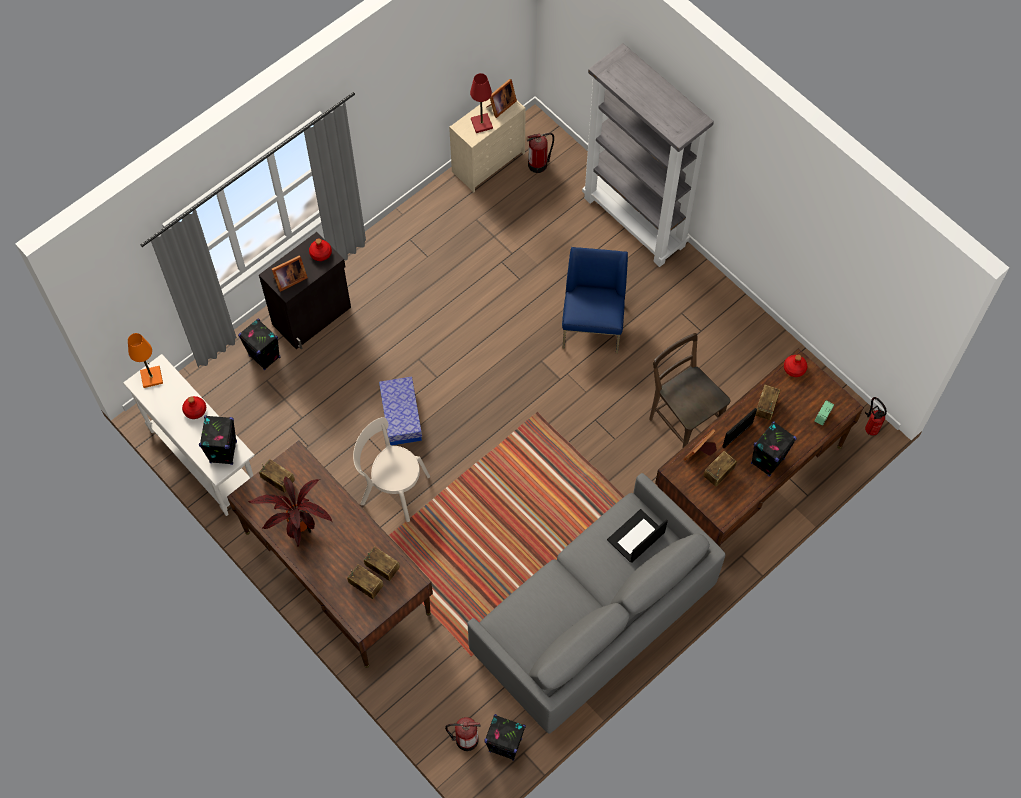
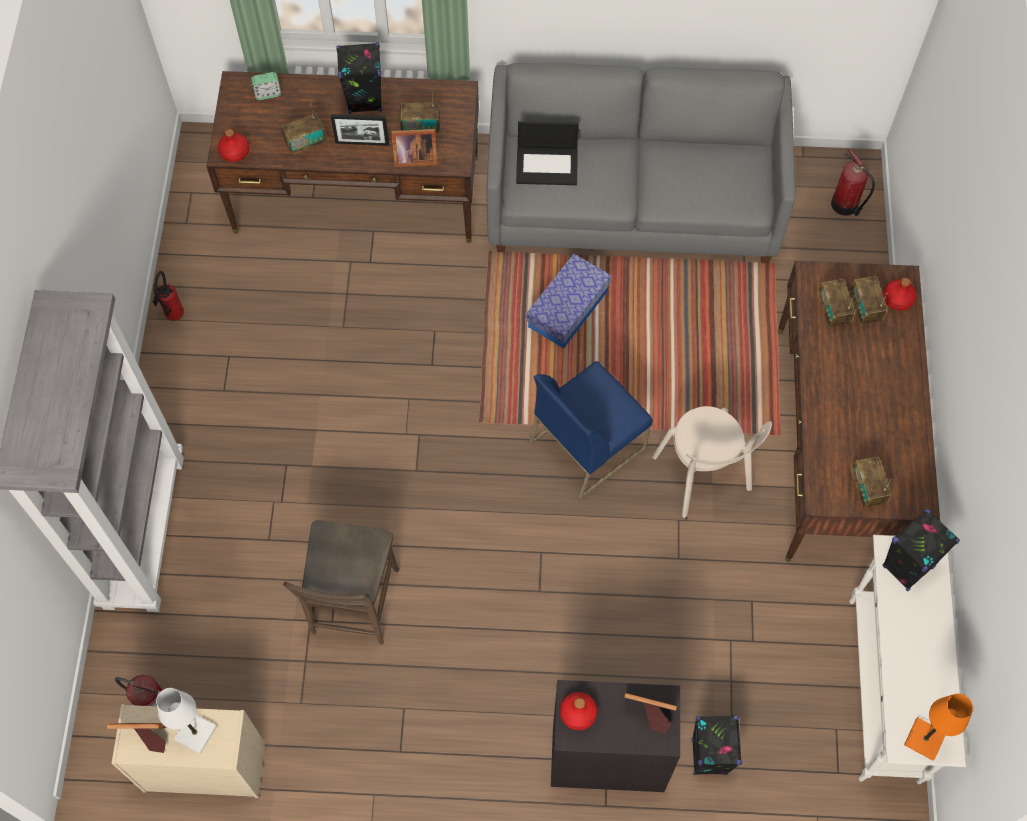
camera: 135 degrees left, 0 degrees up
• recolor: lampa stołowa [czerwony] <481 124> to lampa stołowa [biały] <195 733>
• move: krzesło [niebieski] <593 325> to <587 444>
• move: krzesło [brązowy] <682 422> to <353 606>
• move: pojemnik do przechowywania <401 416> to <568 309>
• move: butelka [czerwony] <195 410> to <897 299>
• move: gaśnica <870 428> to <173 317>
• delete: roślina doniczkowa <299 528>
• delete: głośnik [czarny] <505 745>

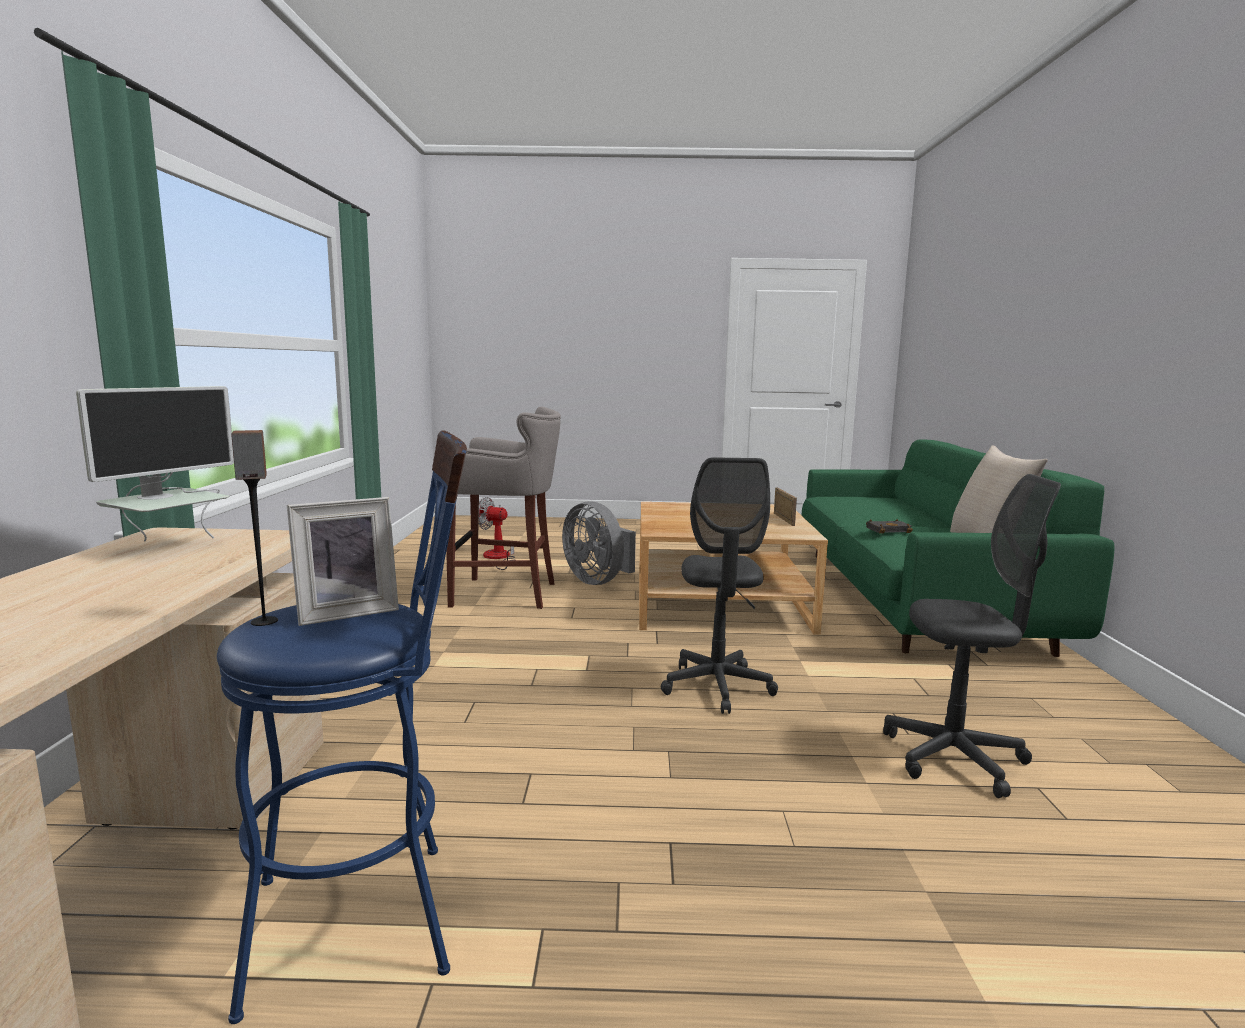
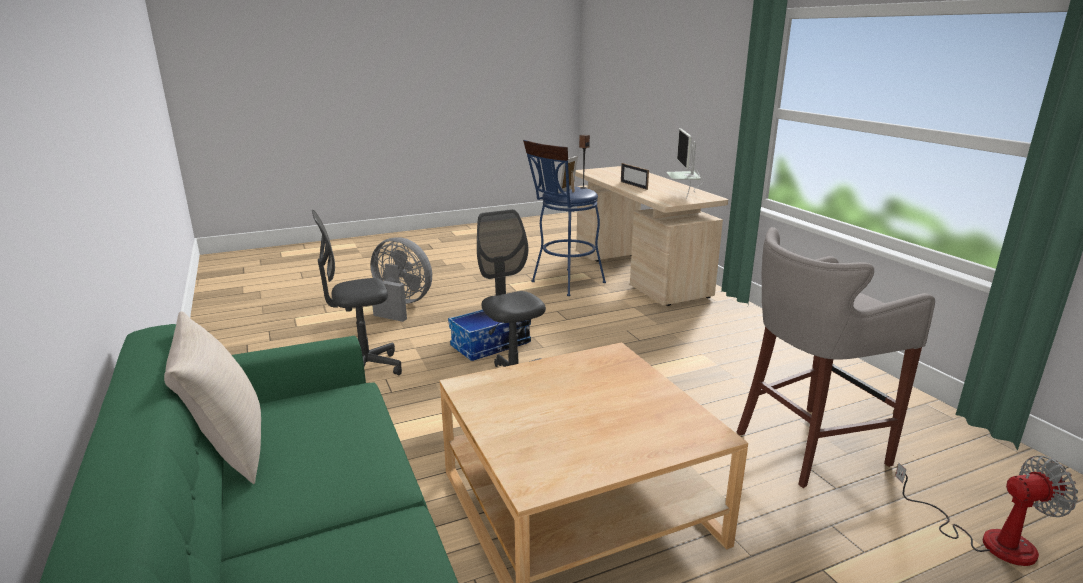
camera: 155 degrees right, 10 degrees up
• move: ramka na zdjęcie <783 519> to <633 185>
• move: wentylator [szary] <598 580> to <400 306>
• delete: książka [czarny] <888 530>
• insert: pojemnik do przechowywania <491 345>

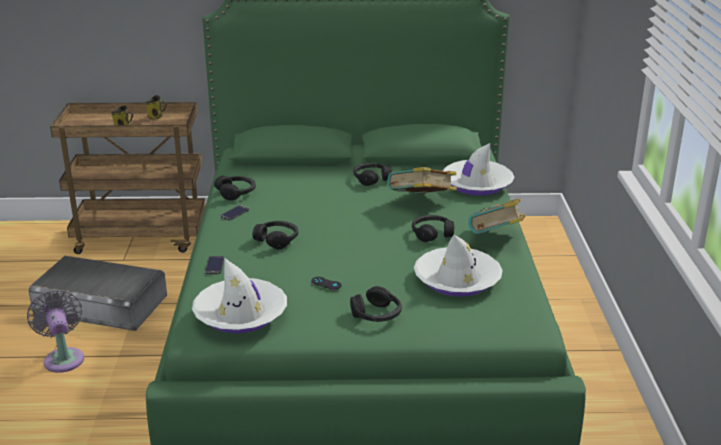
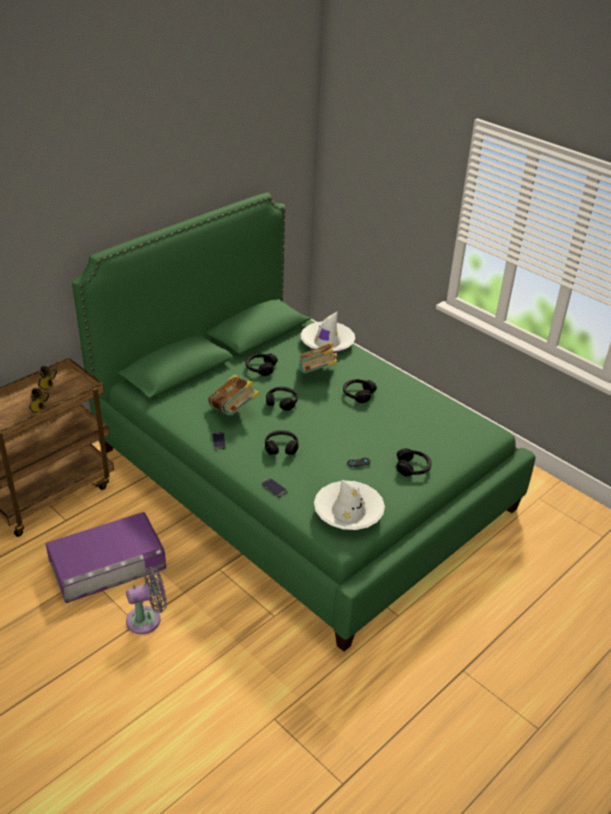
camera: 45 degrees left, 10 degrees up
• move: słuchawki [czarny] <236 193> to <282 402>
• move: książka <496 239> to <234 411>
• delete: kapelusz [biały] <457 279>
• recolor: pojemnik do przechowywania [szary] <100 304> to pojemnik do przechowywania [fioletowy] <107 564>
• rotate: wentylator [szary] <63 358> = <147 619> 135 degrees clockwise

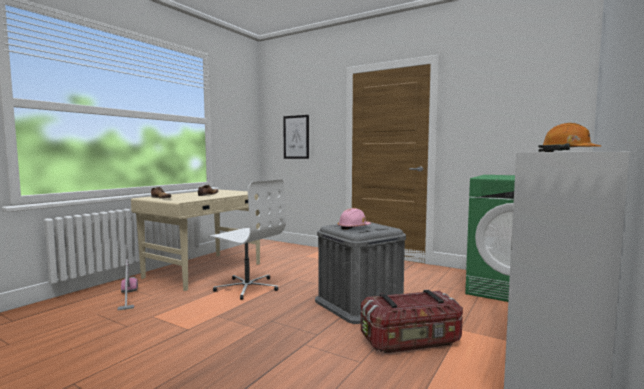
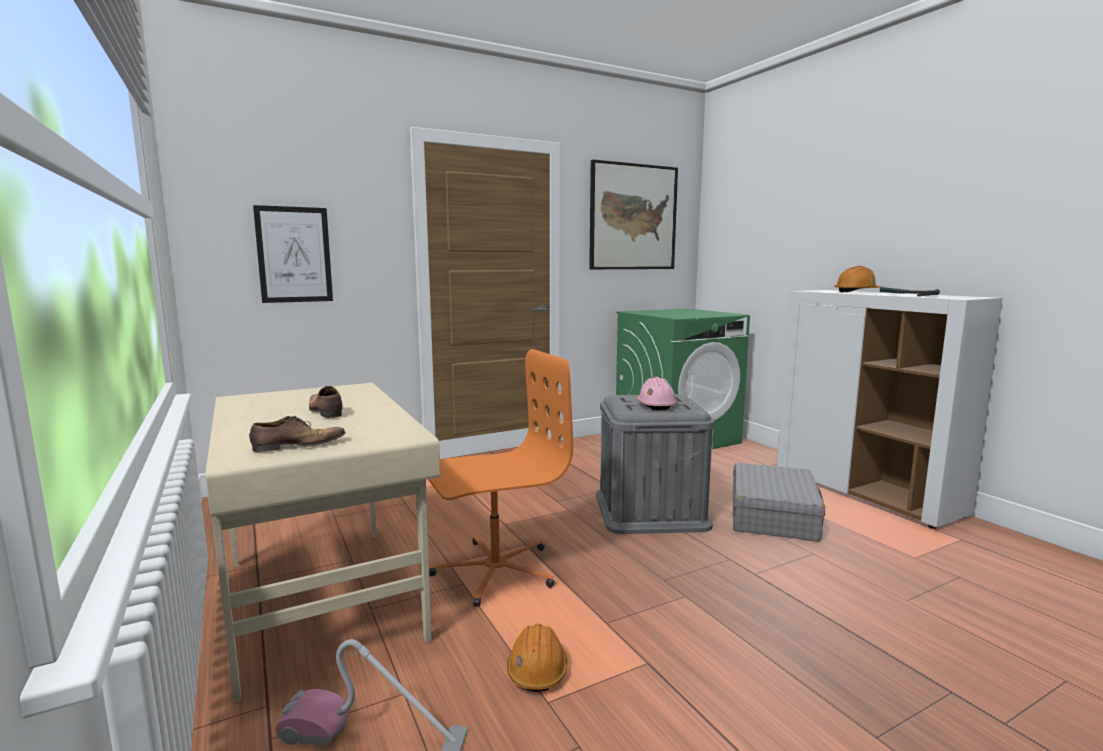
camera: 60 degrees left, 5 degrees up
• recolor: krzesło biurowe [biały] <247 287> to krzesło biurowe [pomarańczowy] <494 570>
• replace: pojemnik do przechowywania <411 341> to walizka [szary] <773 516>
• insert: obraz <633 217>
• insert: kask [pomarańczowy] <537 669>

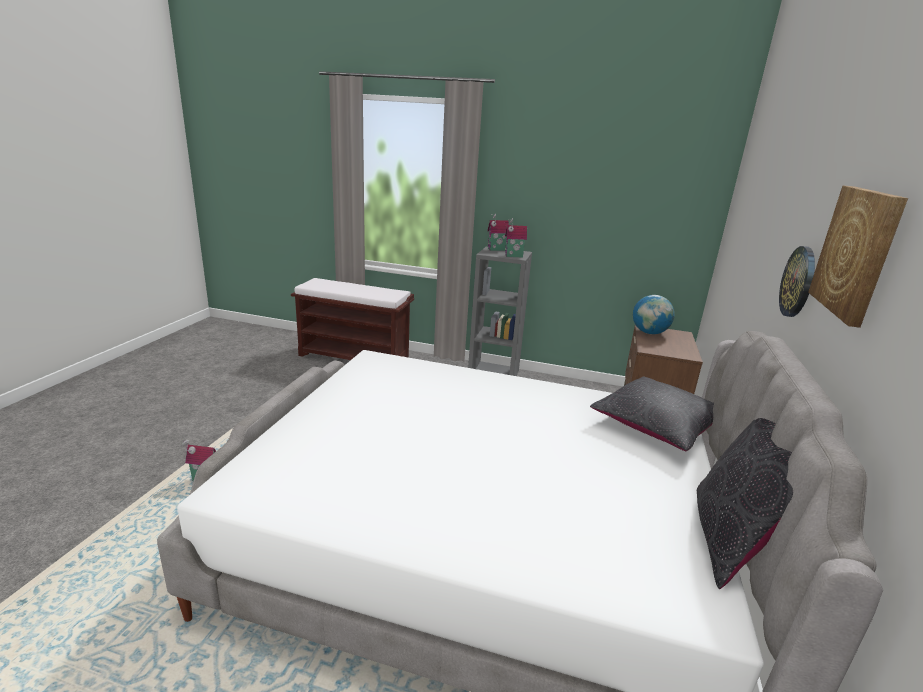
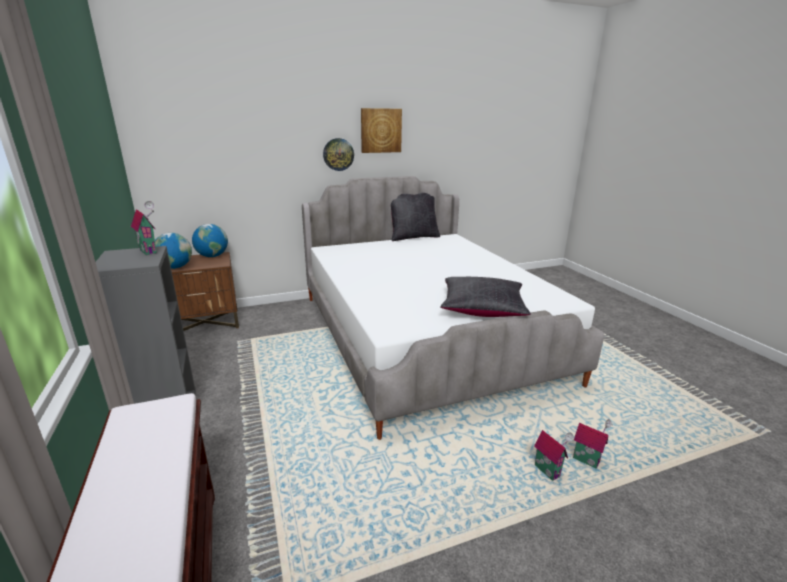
camera: 125 degrees left, 0 degrees up
• move: domek <496 250> to <586 460>
• move: poduszka [czarny] <657 425> to <482 308>
• insert: globus <212 256>

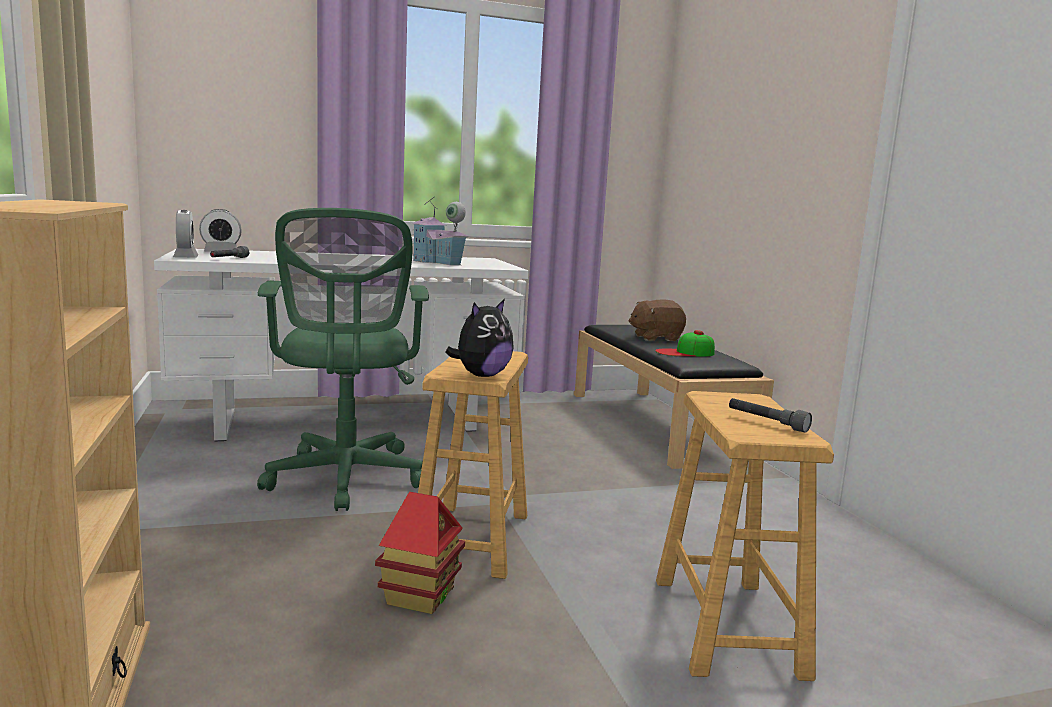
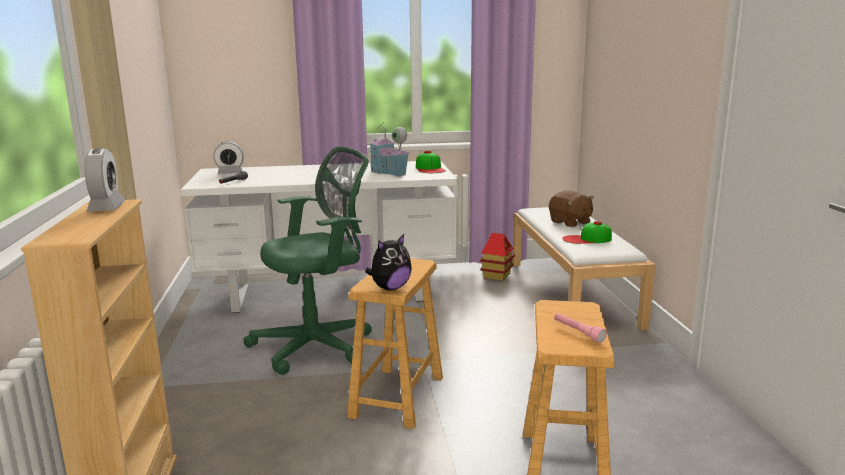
camera: 10 degrees right, 5 degrees up
• rotate: krzesło biurowe [zielony] <345 480> = <318 346> 120 degrees counterclockwise
• move: budzik <185 257> to <106 207>
• rotate: pluszak [brązowy] <655 338> = <570 222> 120 degrees counterclockwise
• recolor: ławka [czarny] <657 425> to ławka [biały] <572 293>
• recolor: latarka [szary] <766 422> to latarka [różowy] <578 332>
• move: domek <420 596> to <497 275>
• insert: czapka z daszkiem <430 169>

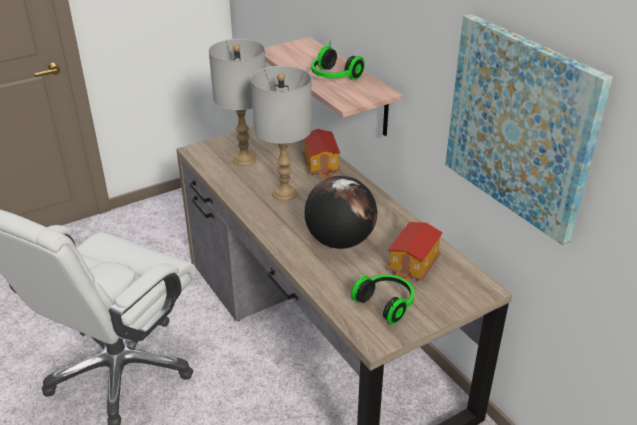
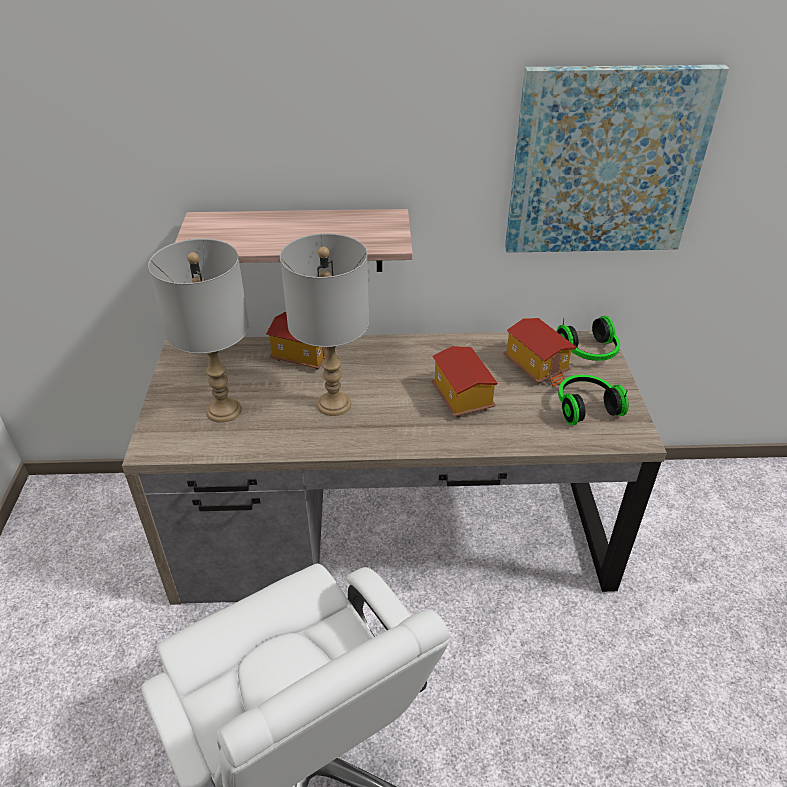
camera: 60 degrees left, 5 degrees up
• move: słuchawki <333 77> to <589 353>
• replace: globus <339 241> to domek <460 398>

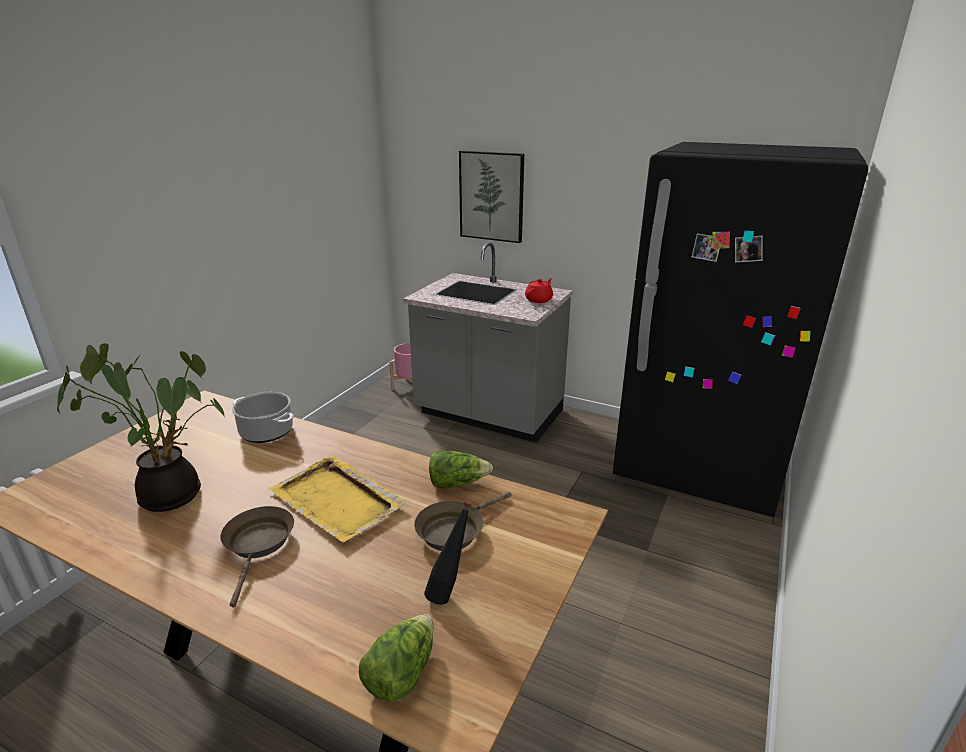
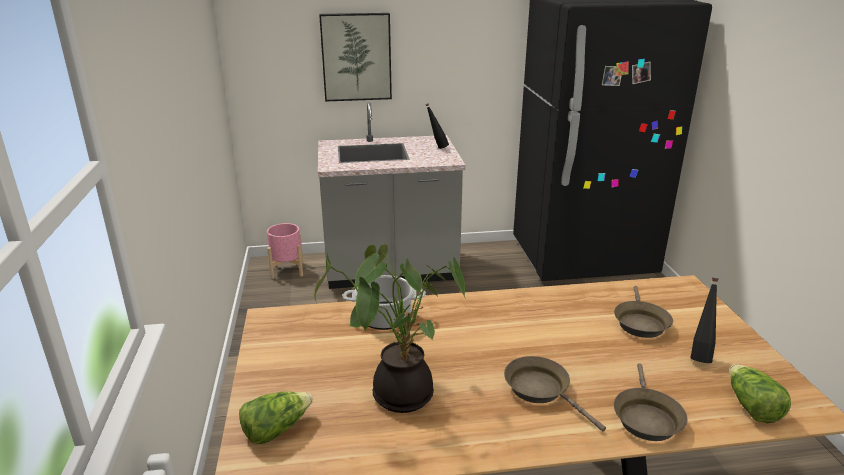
camera: 35 degrees left, 0 degrees up
• replace: imbryk [czerwony] <539 300> to butelka [czarny] <437 148>
• move: sałata <457 483> to <276 429>
• delete: taca [żółty] <337 501>
• insert: patelnia [brązowy] <646 417>

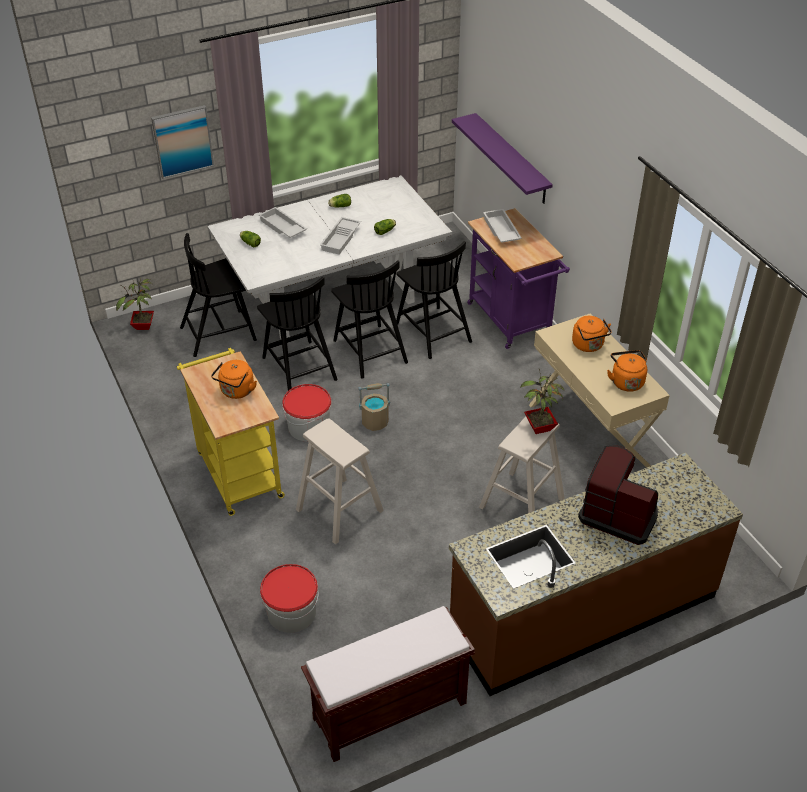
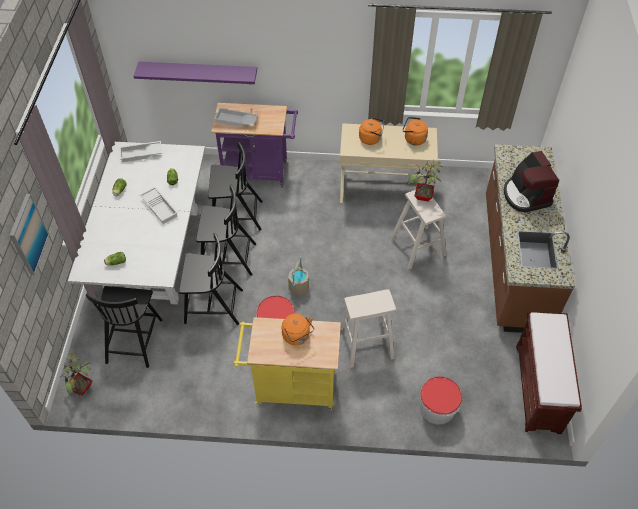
camera: 60 degrees left, 10 degrees up
• move: taca [biały] <282 227> to <141 154>
• rotate: ekspres do kawy <618 514> = <526 195> 75 degrees counterclockwise

